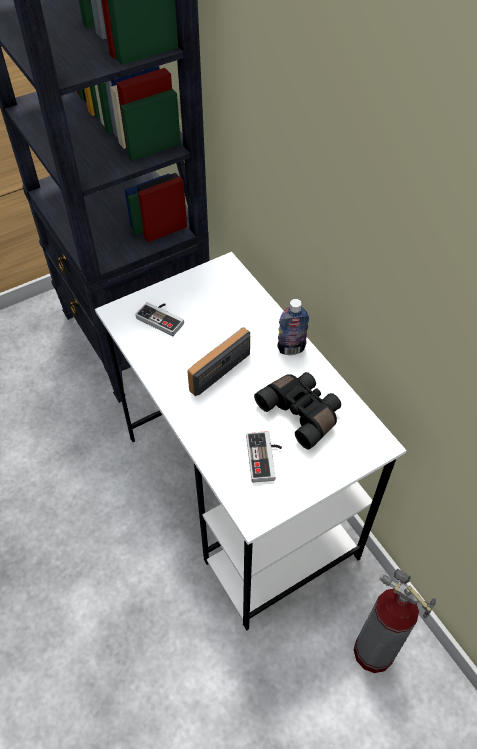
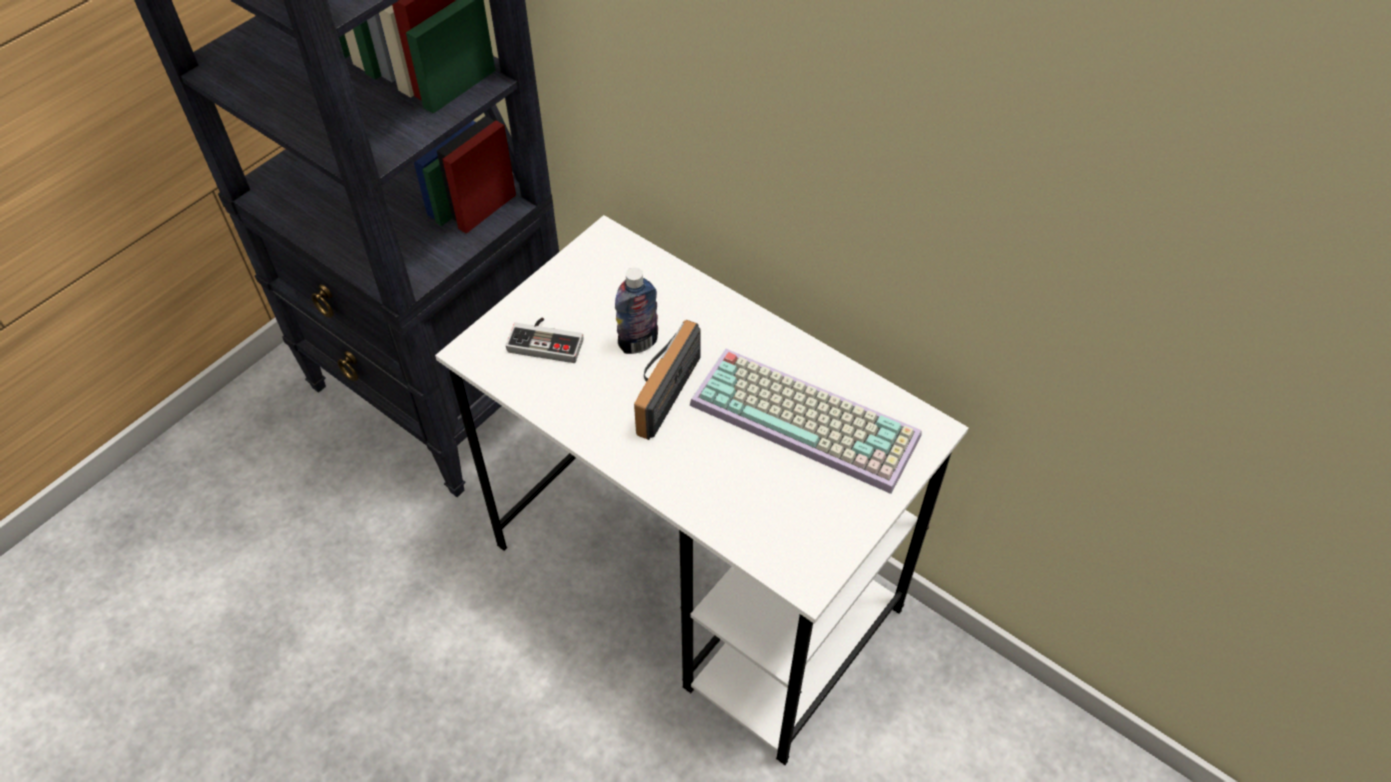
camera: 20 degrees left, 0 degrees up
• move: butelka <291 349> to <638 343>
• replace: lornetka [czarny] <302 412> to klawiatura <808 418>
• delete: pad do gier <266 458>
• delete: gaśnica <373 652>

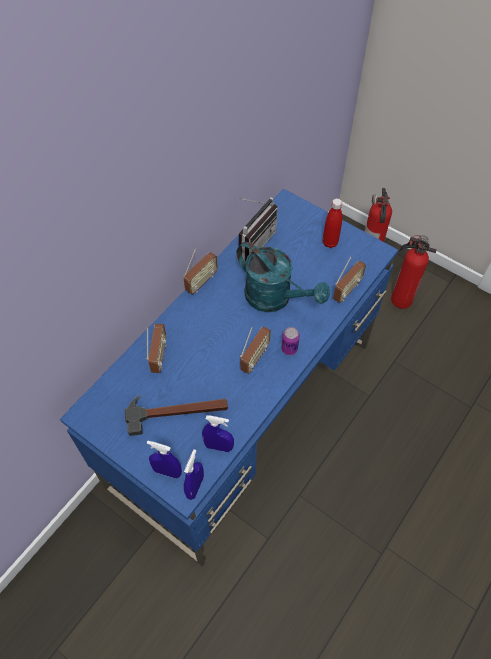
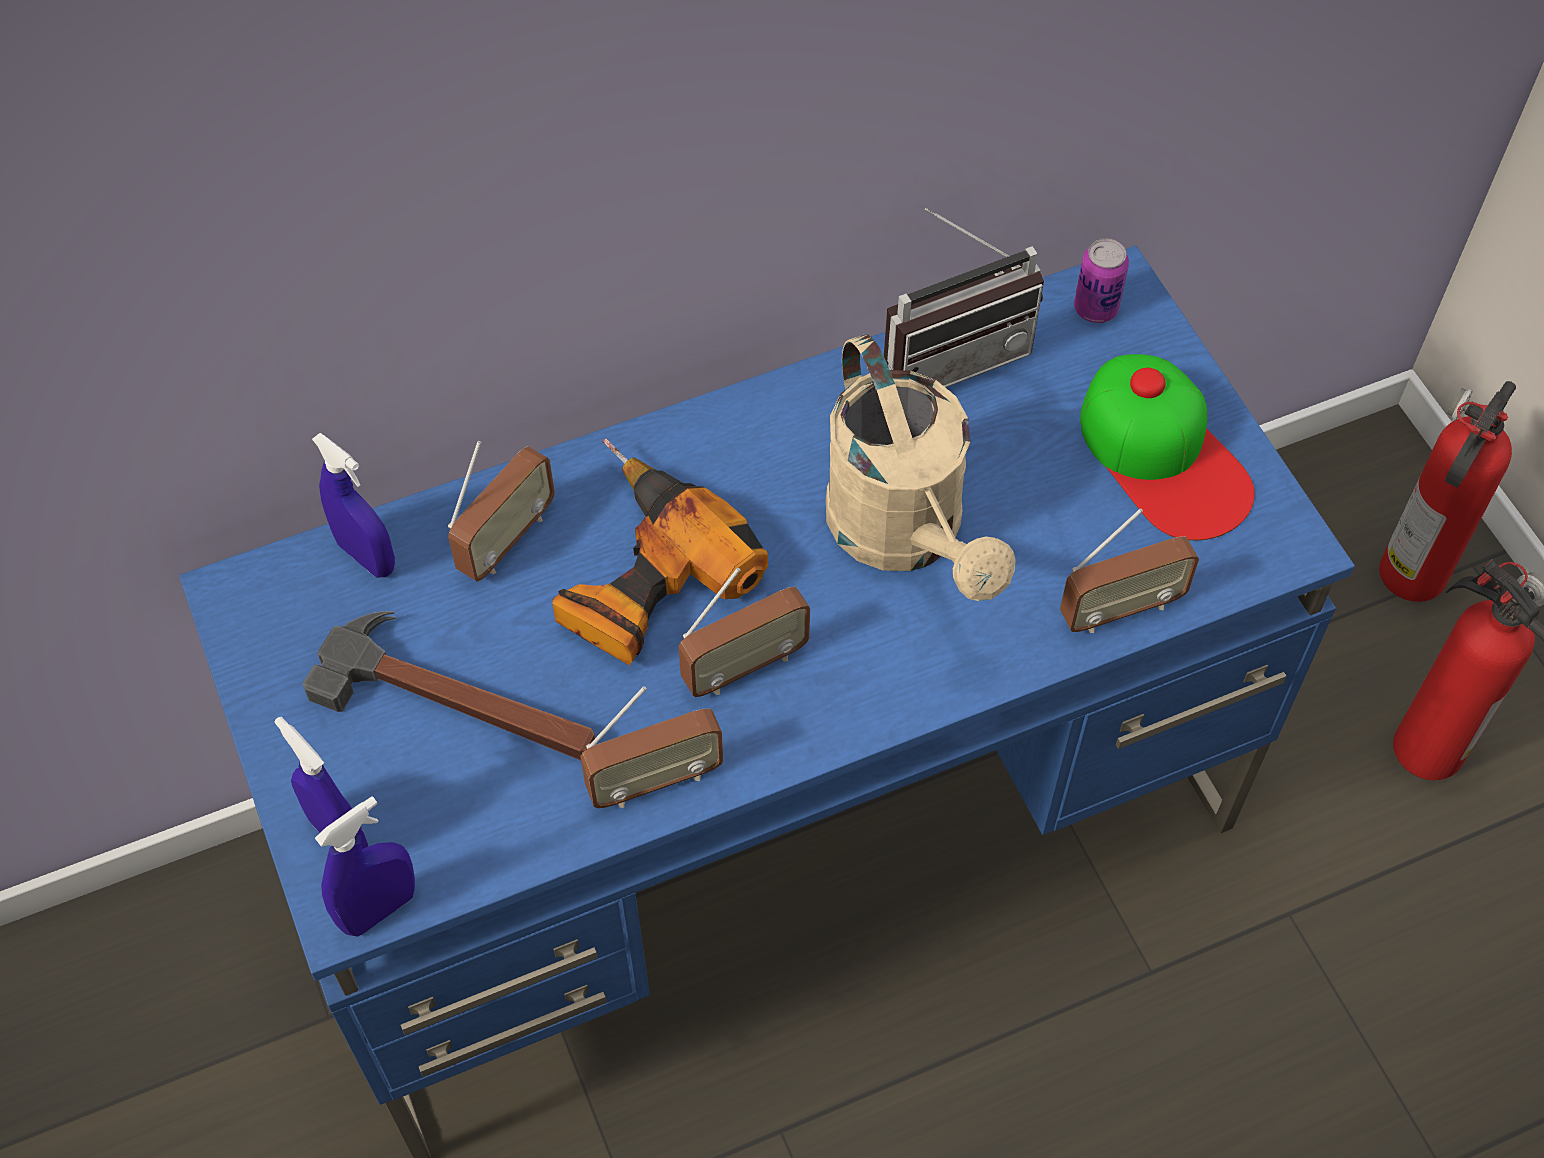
camera: 30 degrees right, 0 degrees up
• replace: butelka [czerwony] <330 243> to czapka z daszkiem <1164 456>
• recolor: konewka [turkusowy] <275 298> to konewka [beżowy] <906 536>
• move: radio <201 282> to <654 781>
• move: puszka <289 349> to <1095 308>
• move: spryskiwacz [niebieski] <218 446> to <366 556>
• insert: wiertarka <640 573>

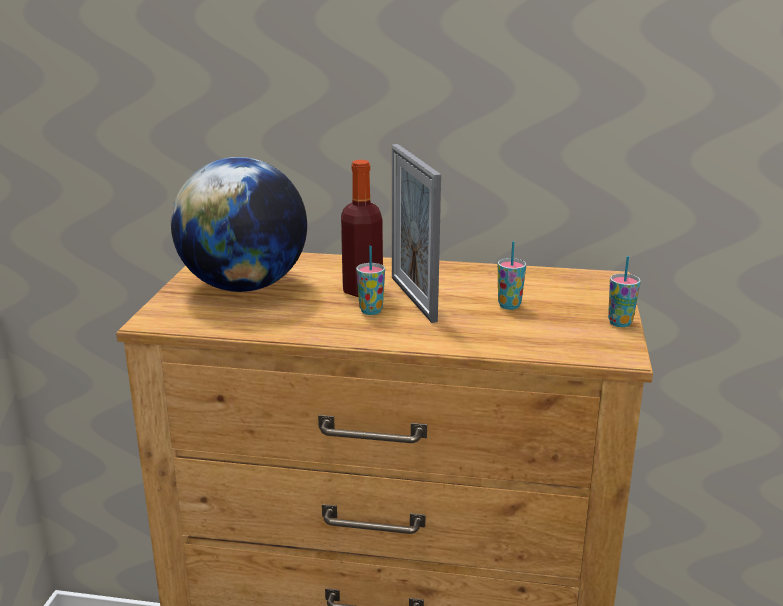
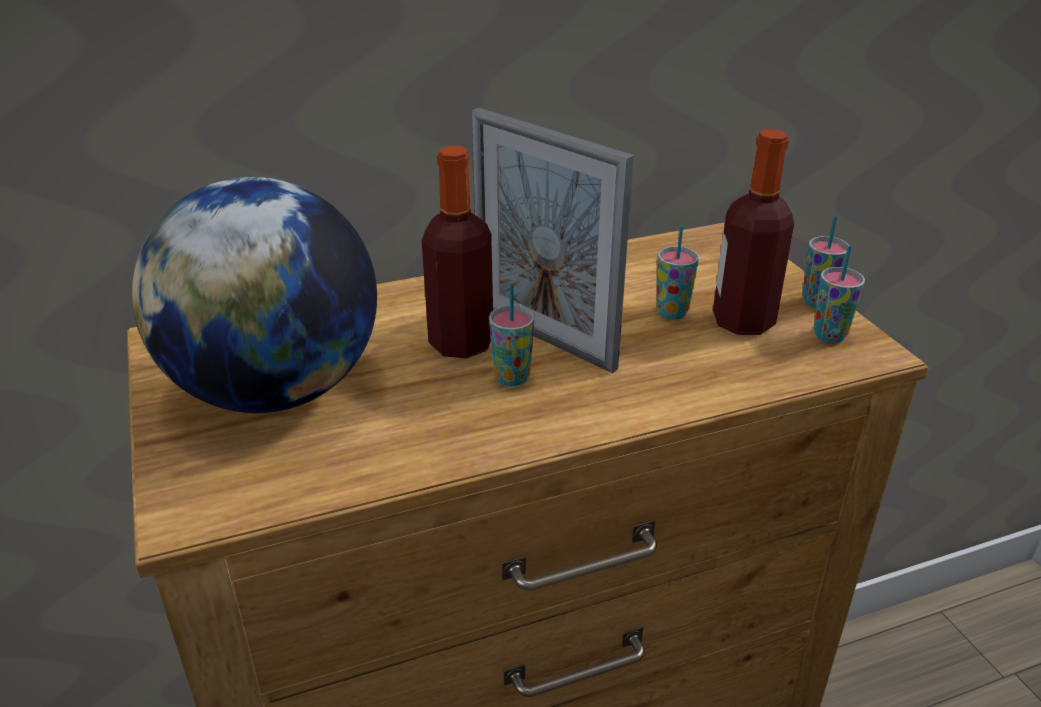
camera: 30 degrees left, 10 degrees up
• insert: butelka <743 321>
• insert: filiżanka <829 335>

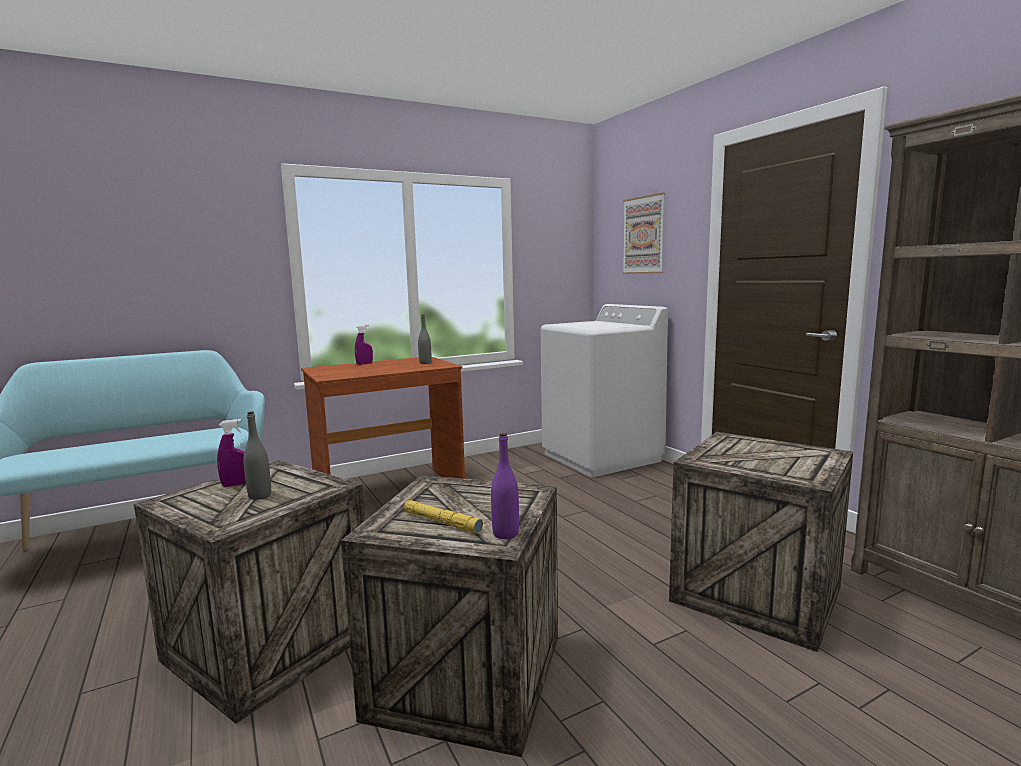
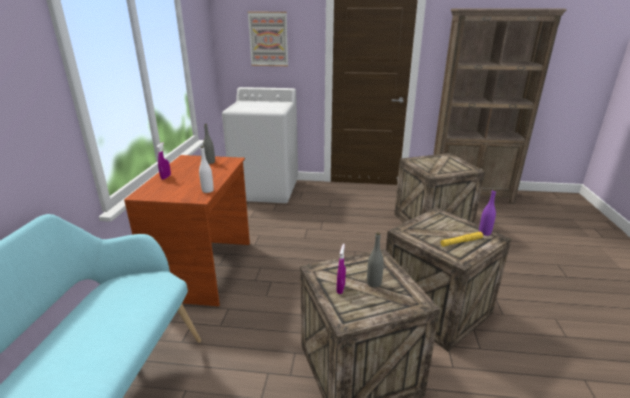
camera: 55 degrees left, 15 degrees up
• insert: butelka [biały] <207 190>

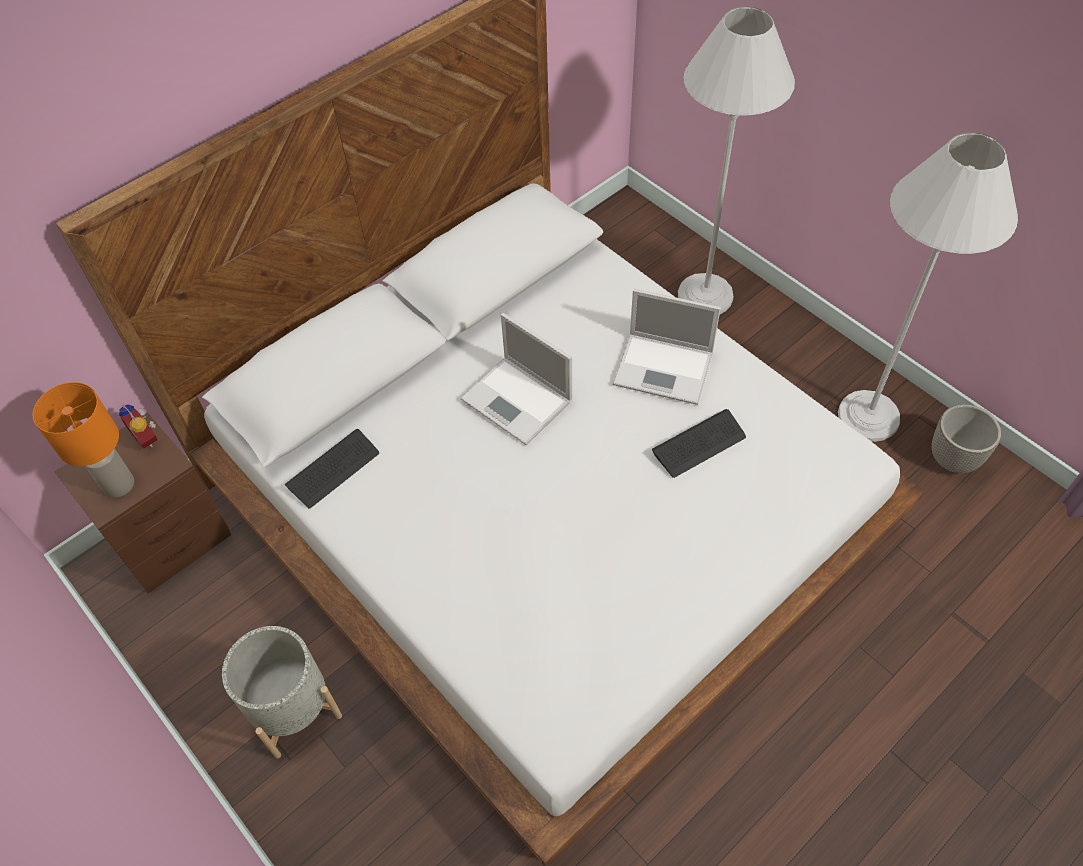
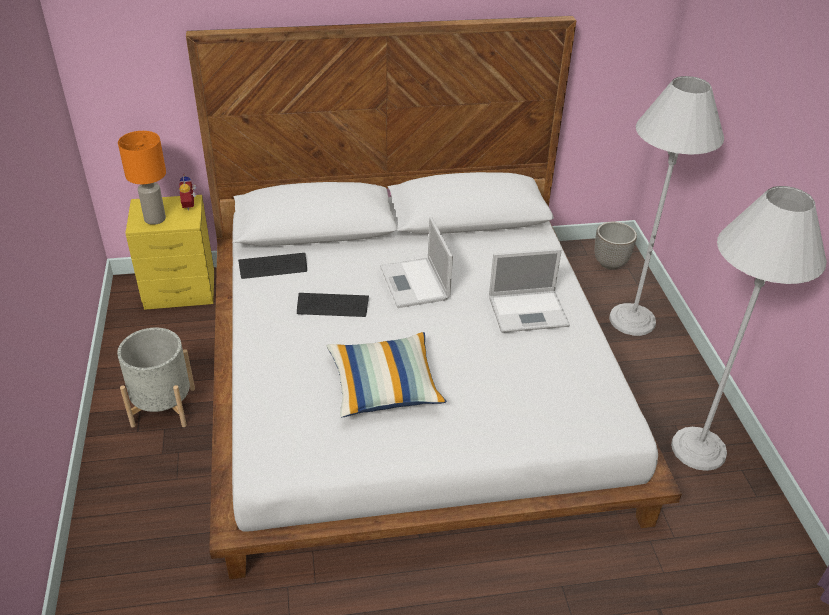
camera: 30 degrees right, 15 degrees down
• rotate: laptop <665 368> = <529 311> 60 degrees counterclockwise
• move: donica <952 459> to <609 263>
• move: klawiatura <699 444> to <332 306>
• recolor: szafka nocna [brązowy] <174 539> to szafka nocna [żółty] <181 290>
• insert: poduszka <384 386>

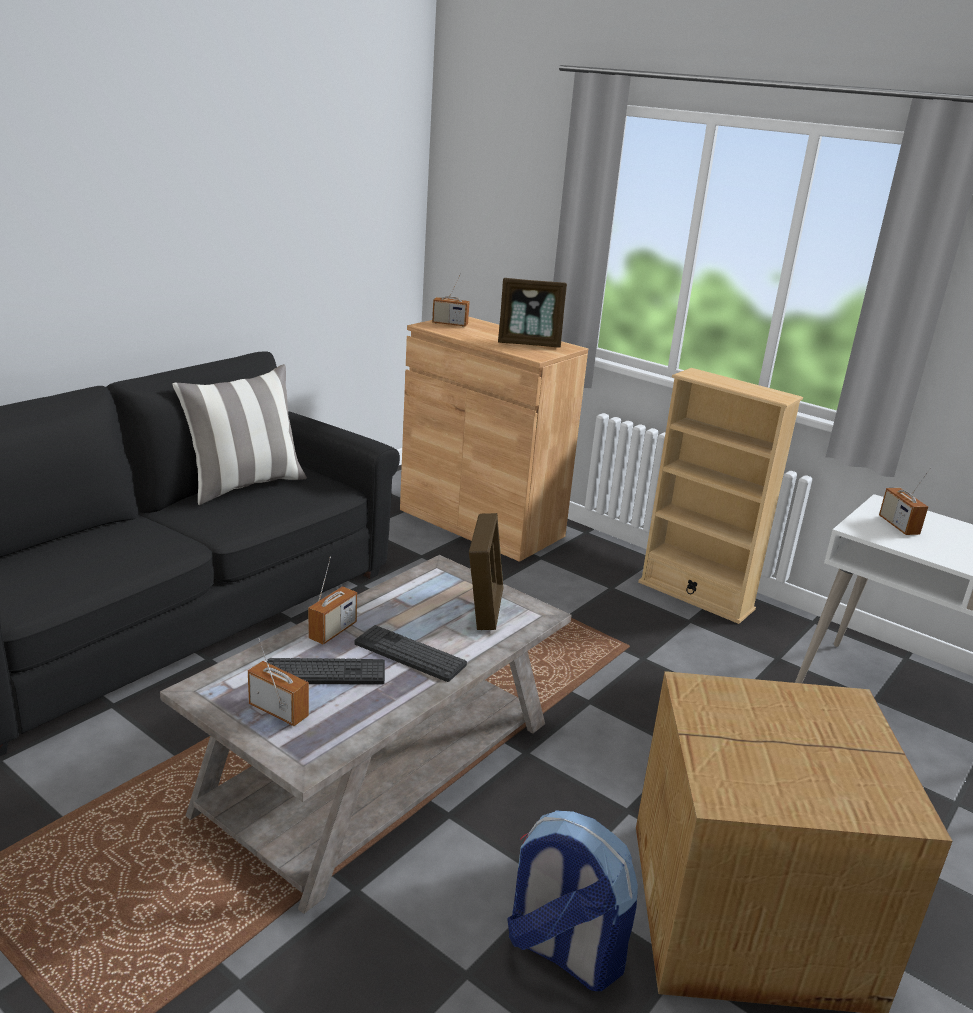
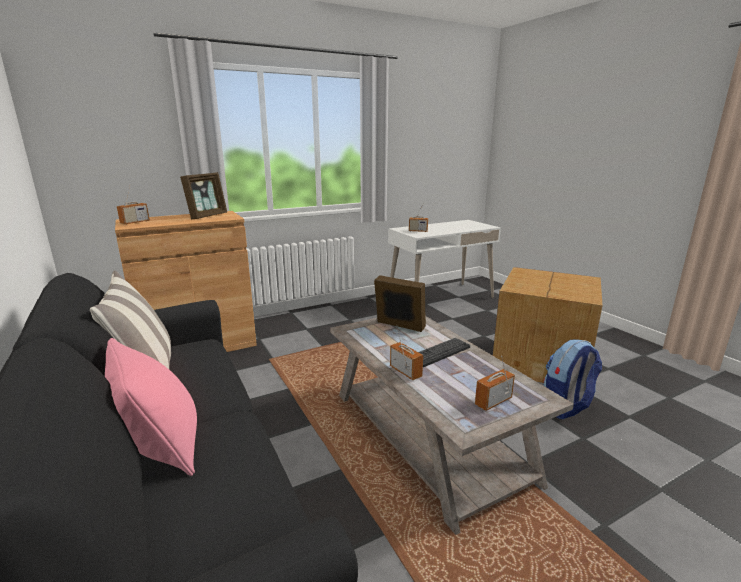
camera: 65 degrees left, 5 degrees down
• delete: regał [beżowy] <696 596>
• delete: klawiatura <325 673>
• insert: poduszka [różowy] <161 448>

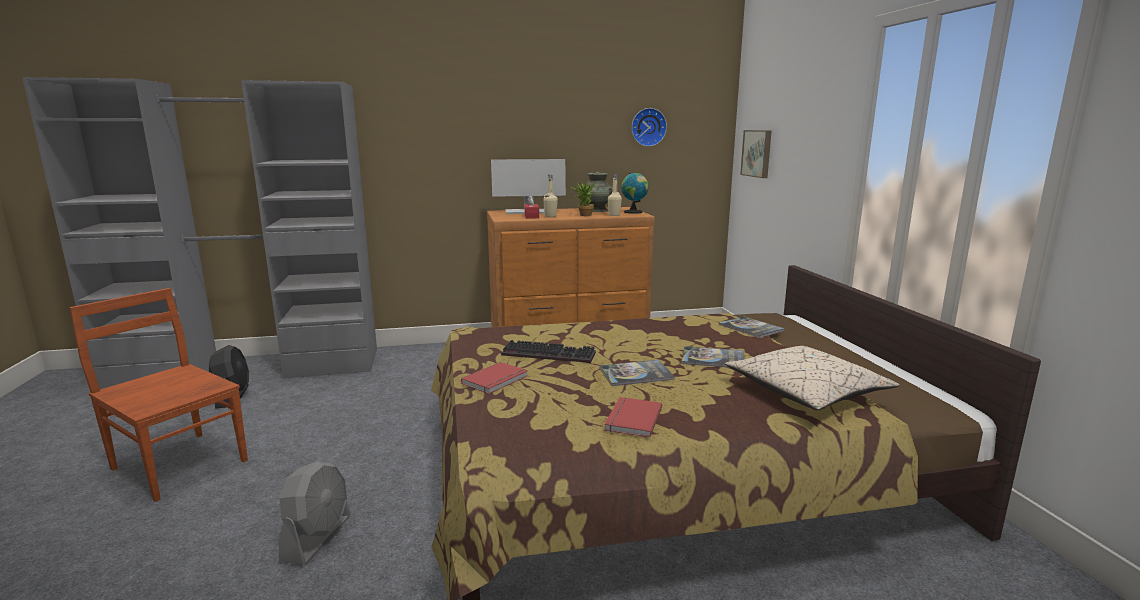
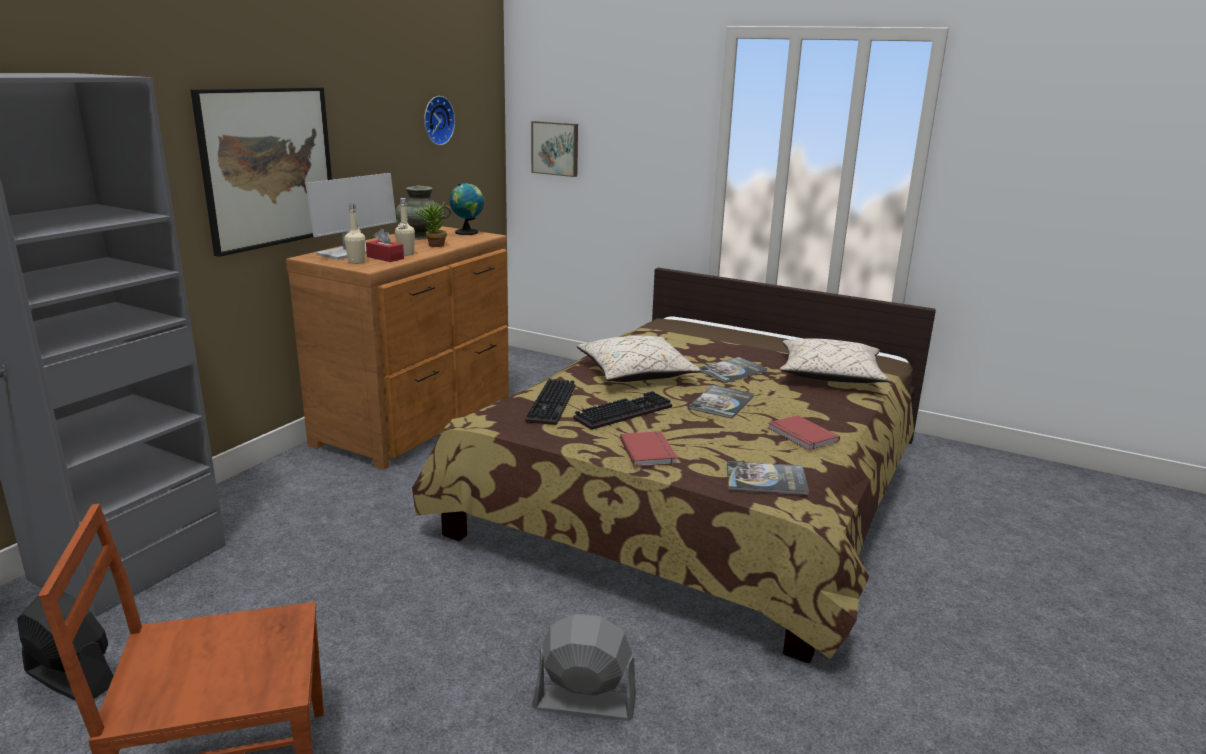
camera: 50 degrees left, 5 degrees up
• move: butelka [beżowy] <614 215> to <356 262>
• move: książka <751 328> to <766 479>
• rotate: wentylator [szary] <317 537> = <583 703> 45 degrees counterclockwise
• insert: obraz <268 168>
• insert: poduszka [beżowy] <635 374>
• insert: klawiatura <553 404>

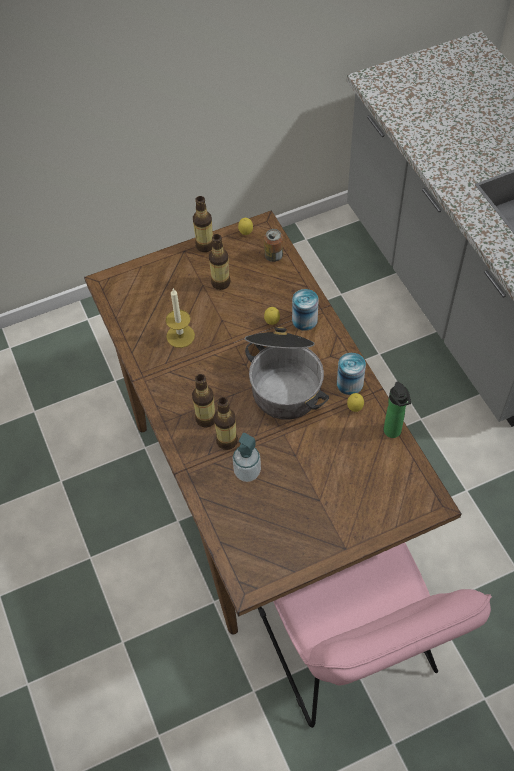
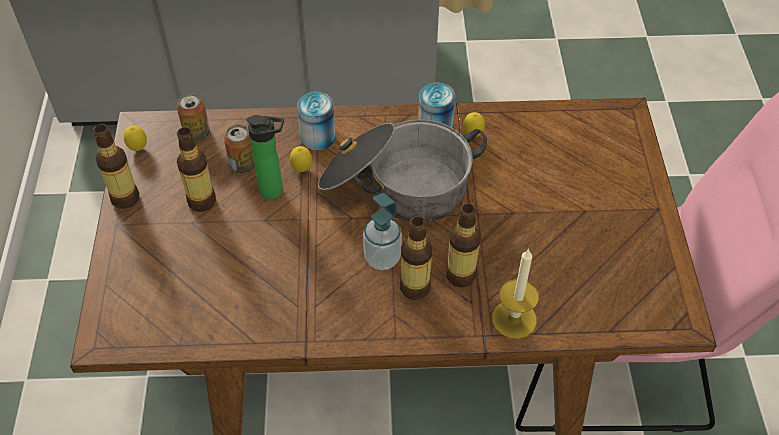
camera: 70 degrees left, 5 degrees down
• move: świeca <180 336> to <514 319>
• move: butelka <393 433> to <275 191>
• move: dozownik mydła <247 472> to <382 258>
• insert: puszka <243 165>

